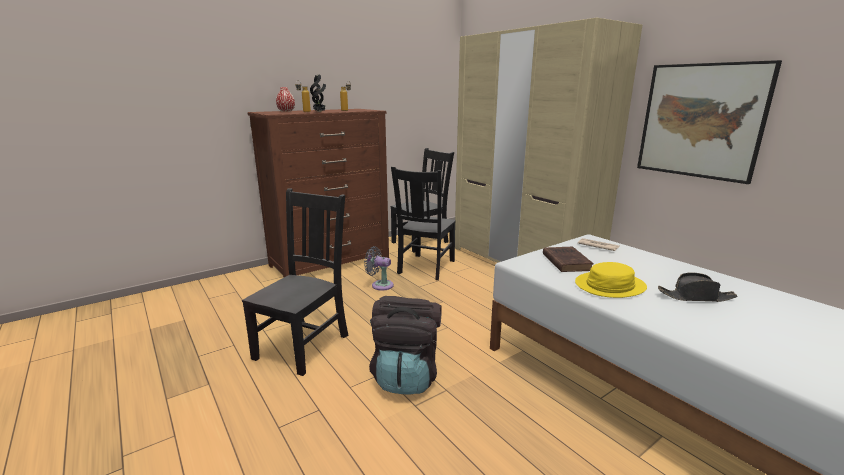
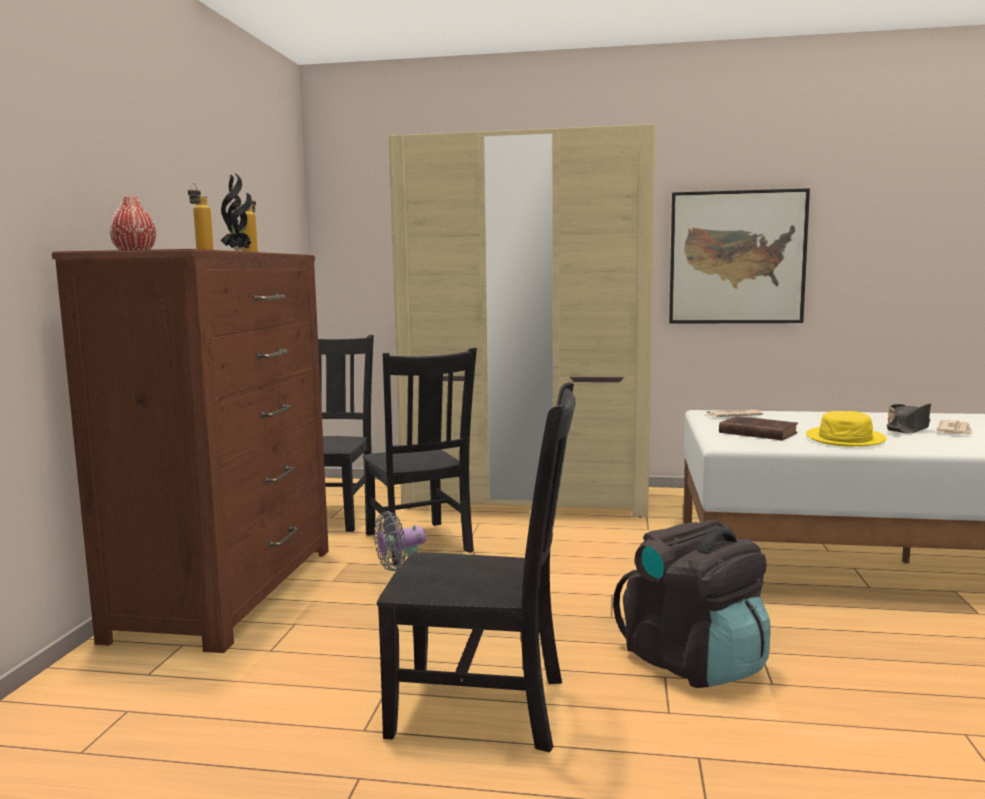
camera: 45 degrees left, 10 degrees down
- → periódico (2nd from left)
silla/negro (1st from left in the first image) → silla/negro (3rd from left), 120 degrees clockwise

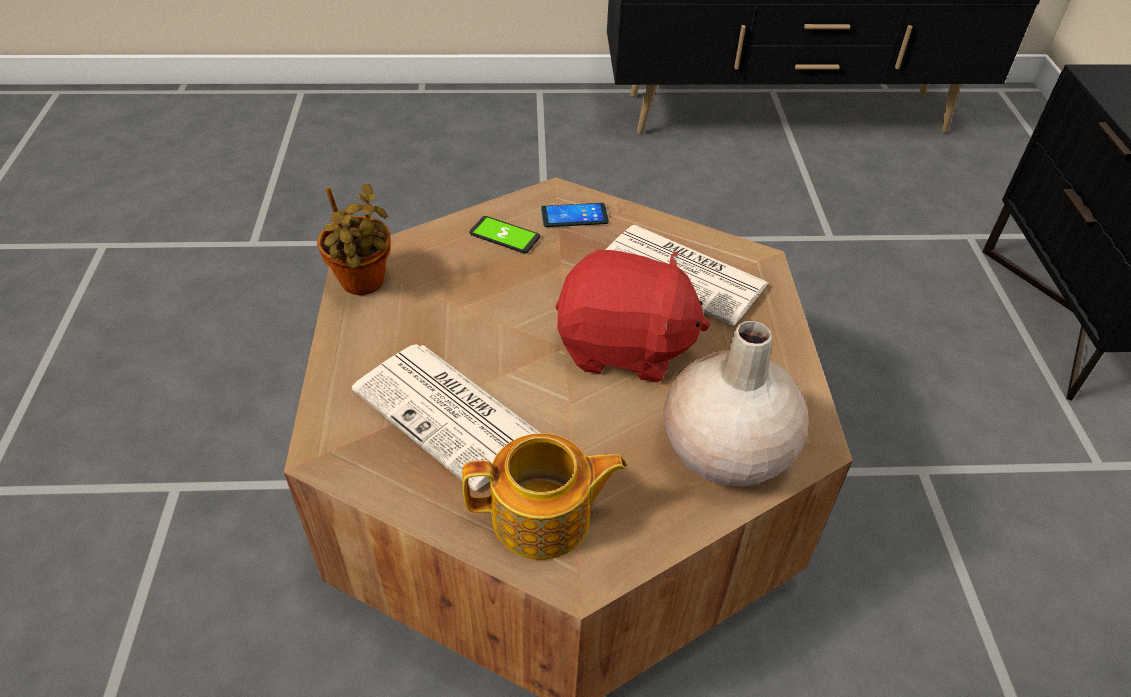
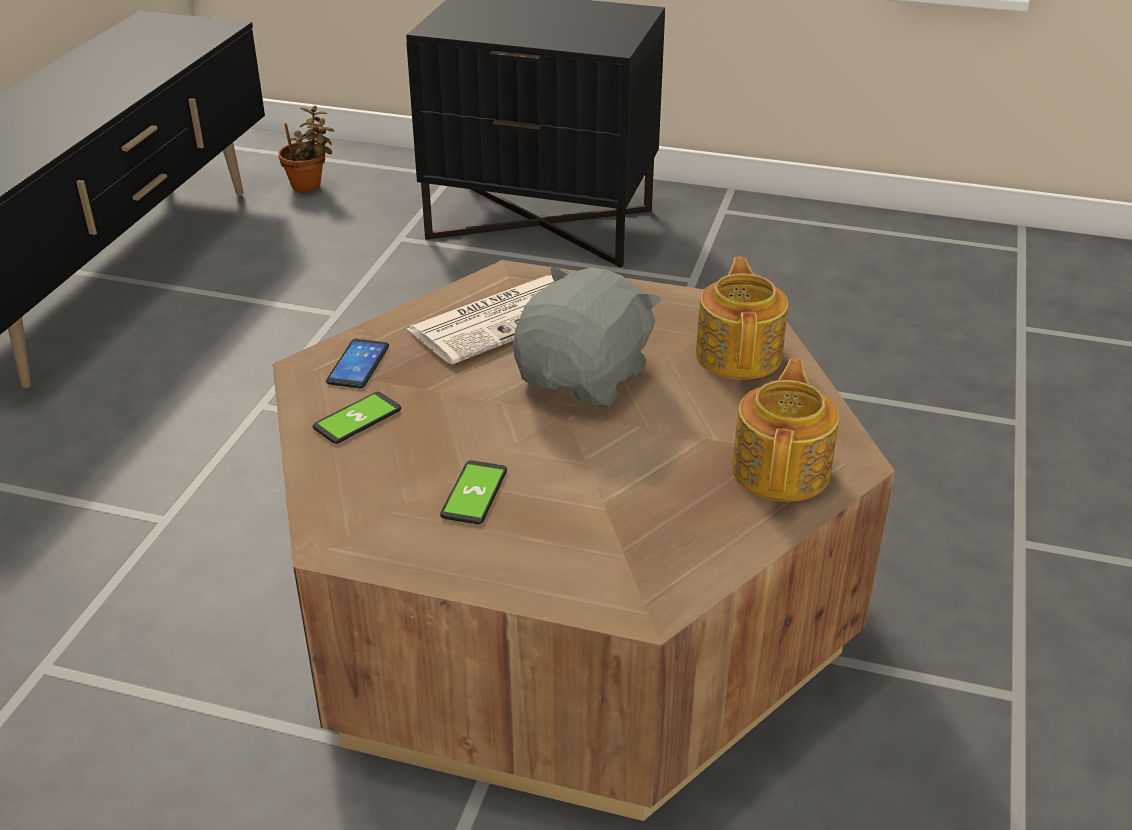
camera: 70 degrees left, 10 degrees down
periódico (1st from left) → -
- → móvil (3rd from left)
planta en maceta, move
florero/beis → tetera (1st from left)
peluche/rojo → peluche/gris

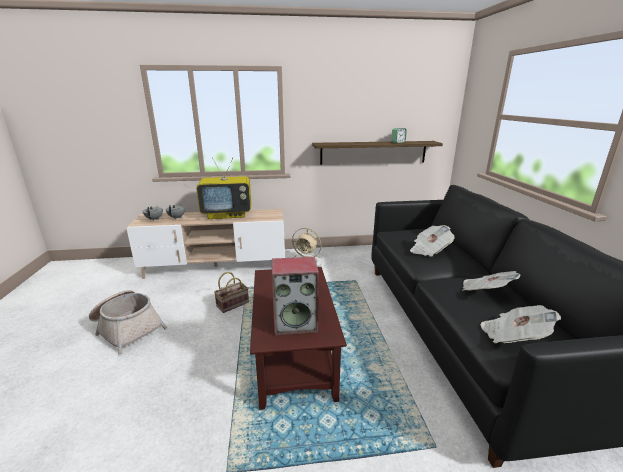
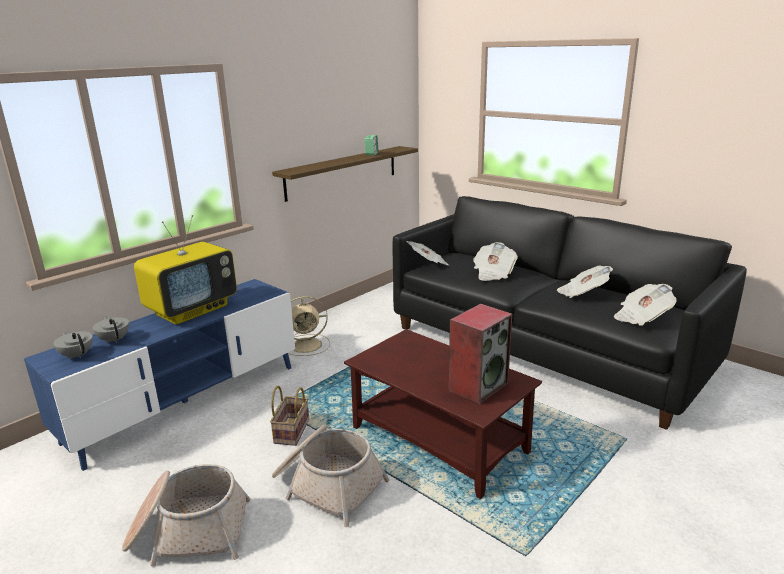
camera: 40 degrees left, 0 degrees up
- → cesta (3rd from left)
- → periódico (1st from left)
mueble de televisión/beis → mueble de televisión/azul

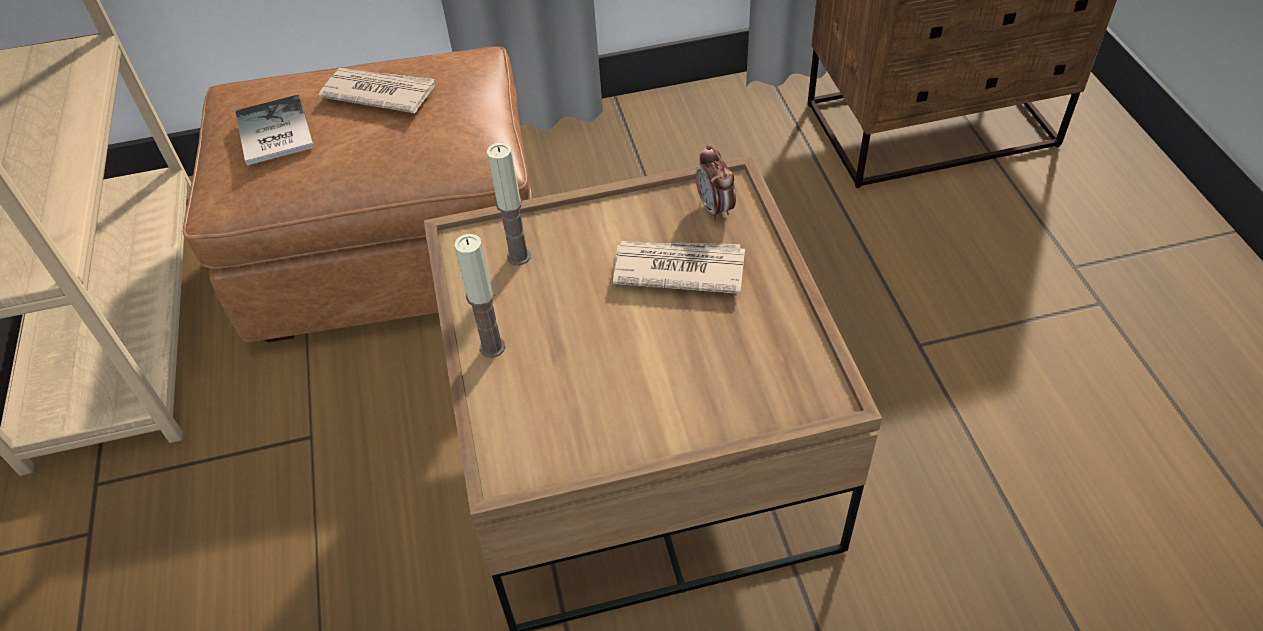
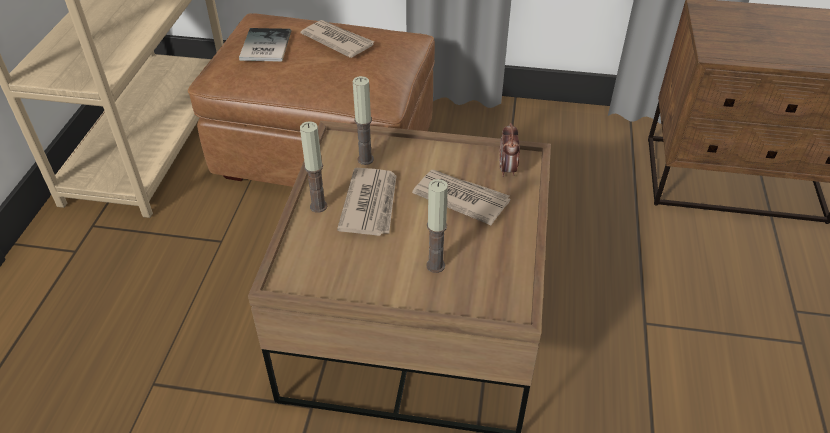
camera: 20 degrees right, 5 degrees down
- → periódico (2nd from left)
- → vela (3rd from left)

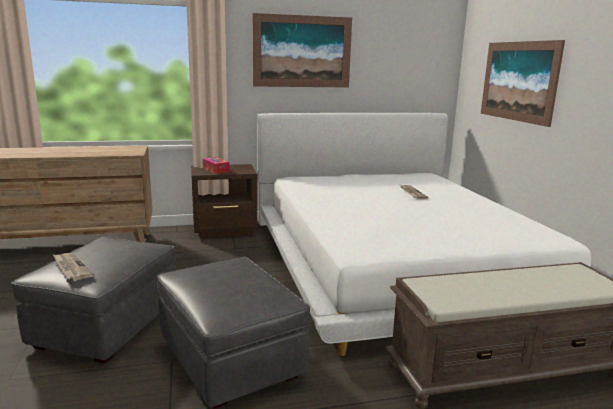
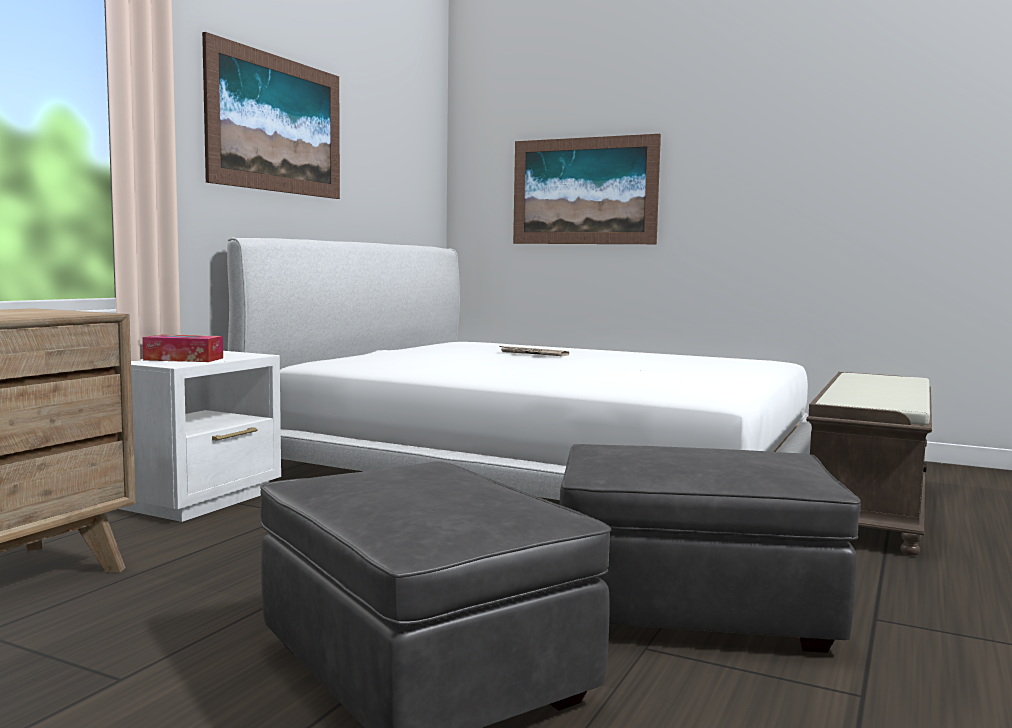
camera: 50 degrees left, 10 degrees down
periódico (1st from left) → -
mesita de noche/marrón → mesita de noche/blanco

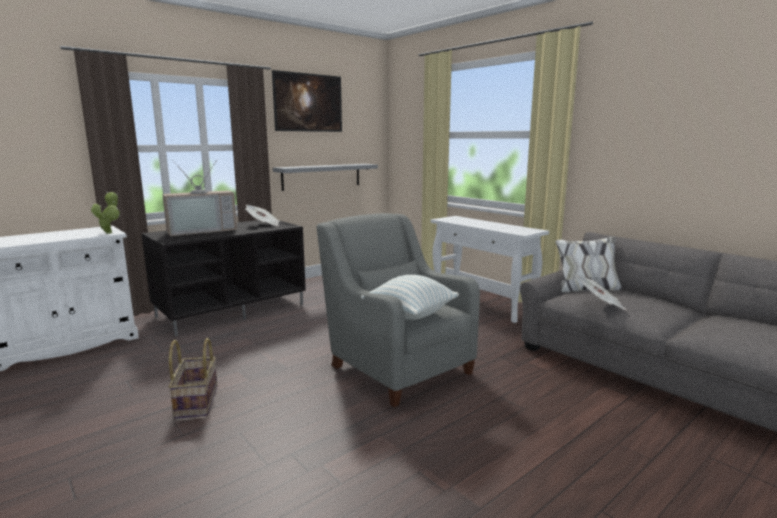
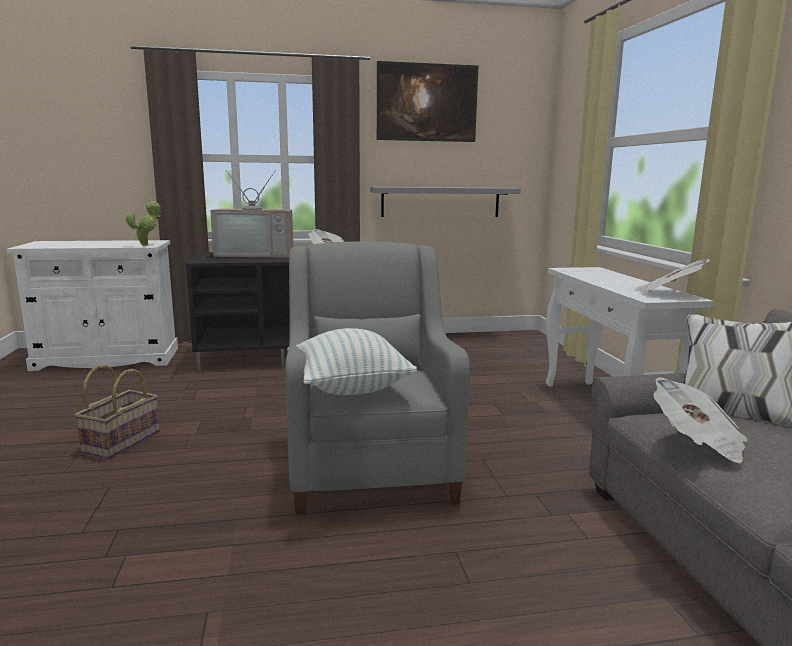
camera: 30 degrees right, 0 degrees up
- → periódico (2nd from left)

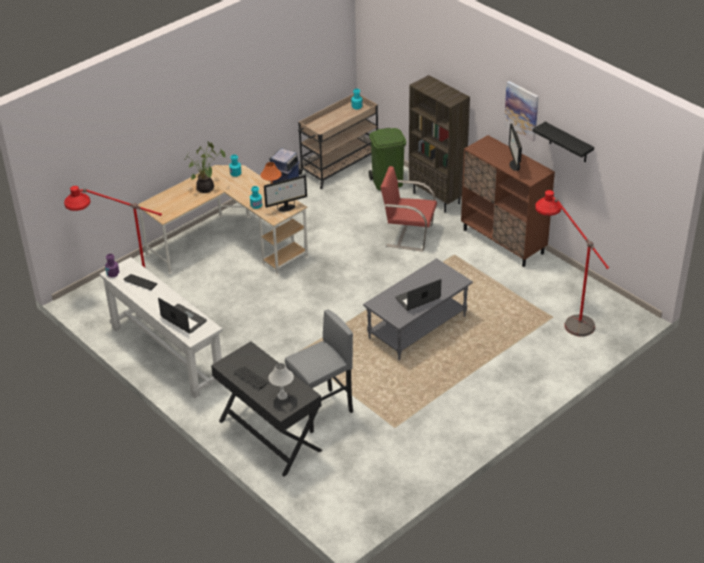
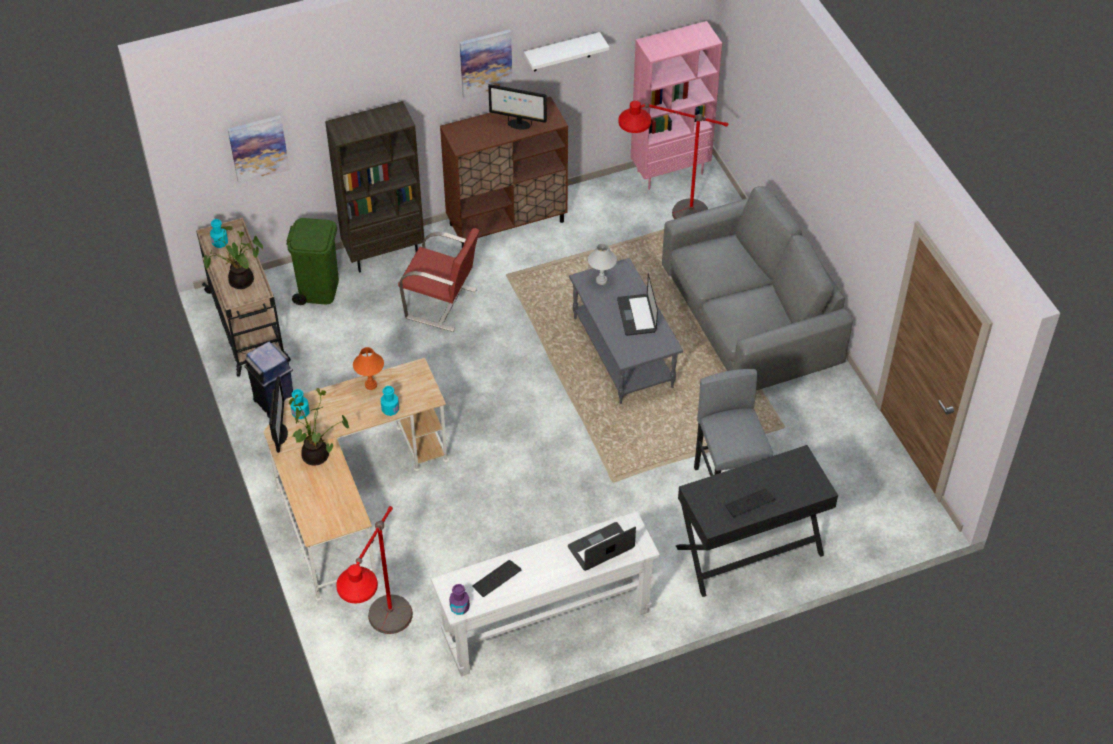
camera: 70 degrees left, 10 degrees up
- → planta en maceta (1st from left)
- → cuadro (1st from left)
- → estantería/rosa
- → sofá/gris
monitor (1st from left), move
lámpara de mesa/blanco, move
estante/negro → estante/blanco
silla/rojo, 105 degrees counterclockwise

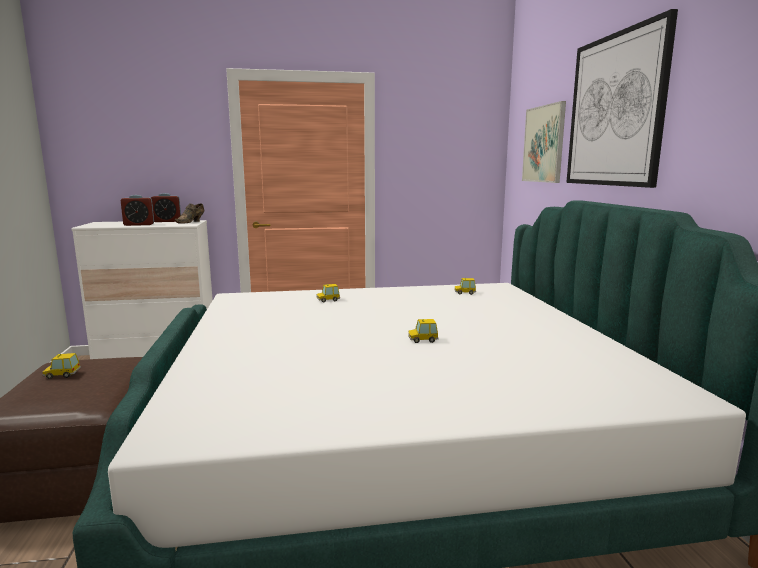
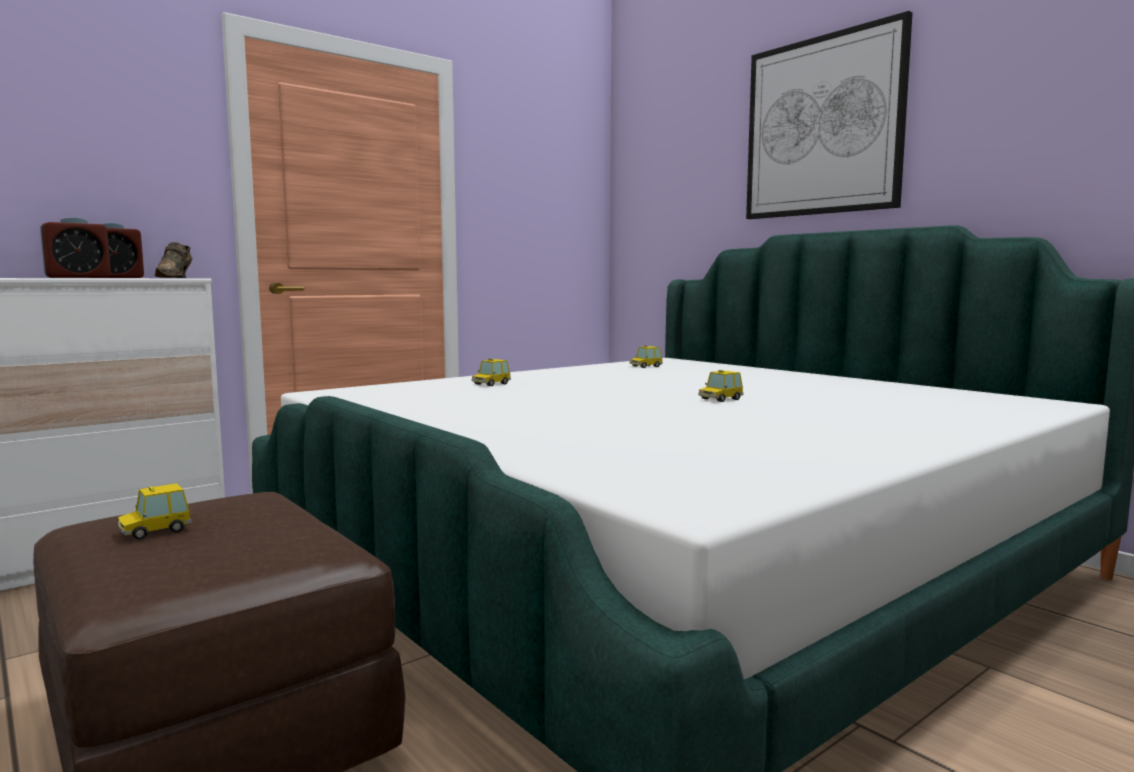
camera: 30 degrees left, 5 degrees down
cuadro (1st from left) → -

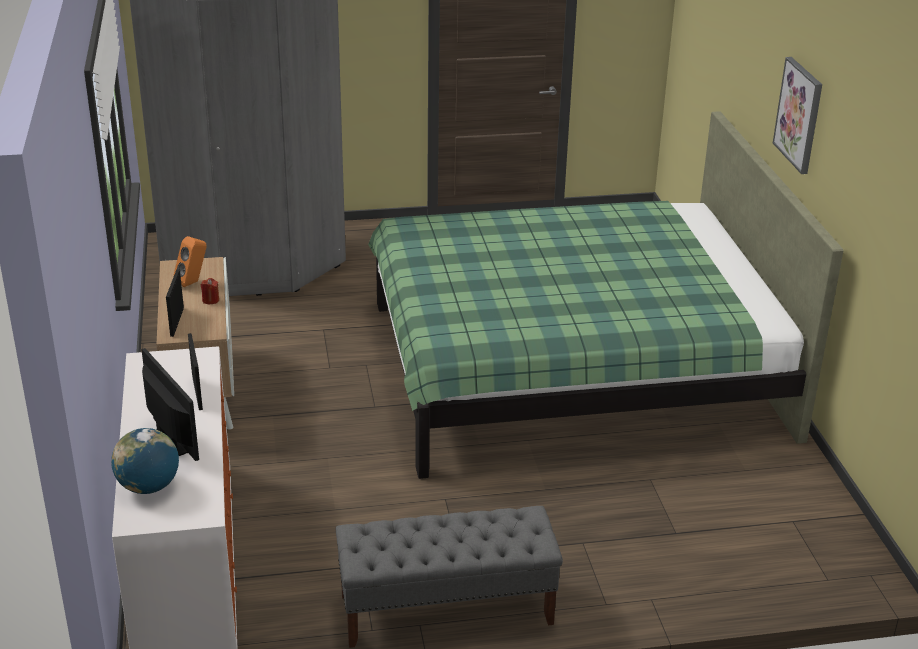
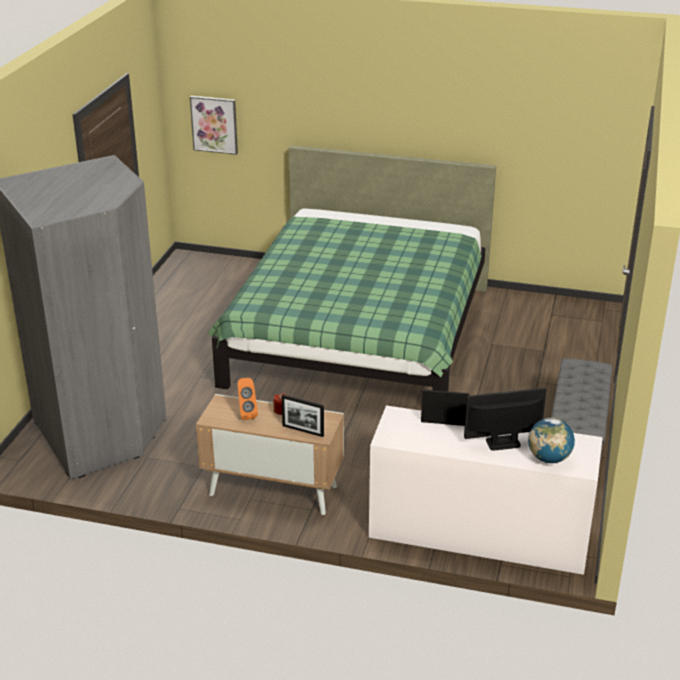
camera: 65 degrees left, 0 degrees up
cuadro, move

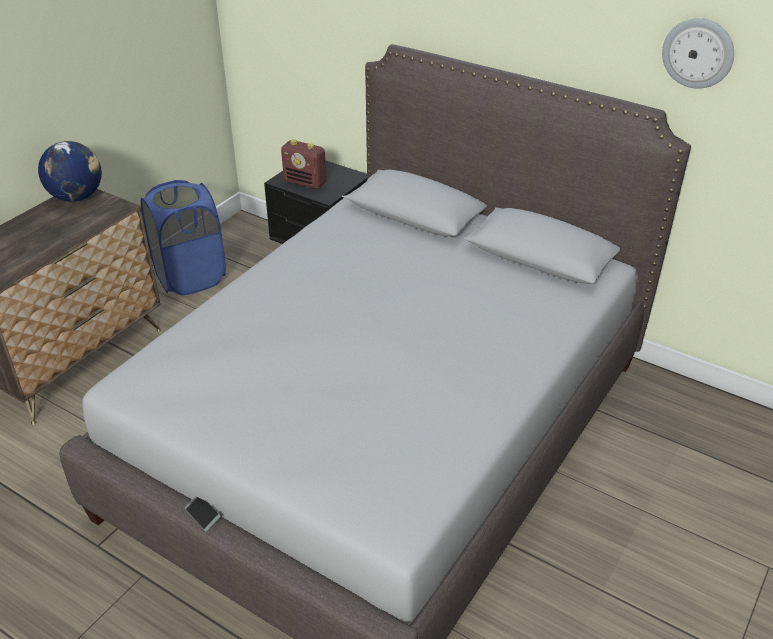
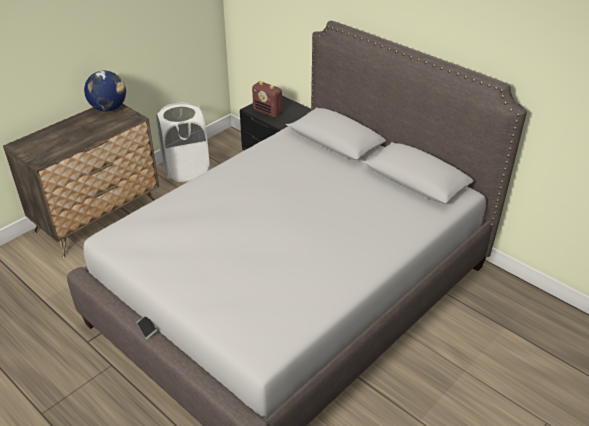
camera: 10 degrees right, 0 degrees up
reloj de pared → -
cesto de la ropa/azul → cesto de la ropa/blanco

